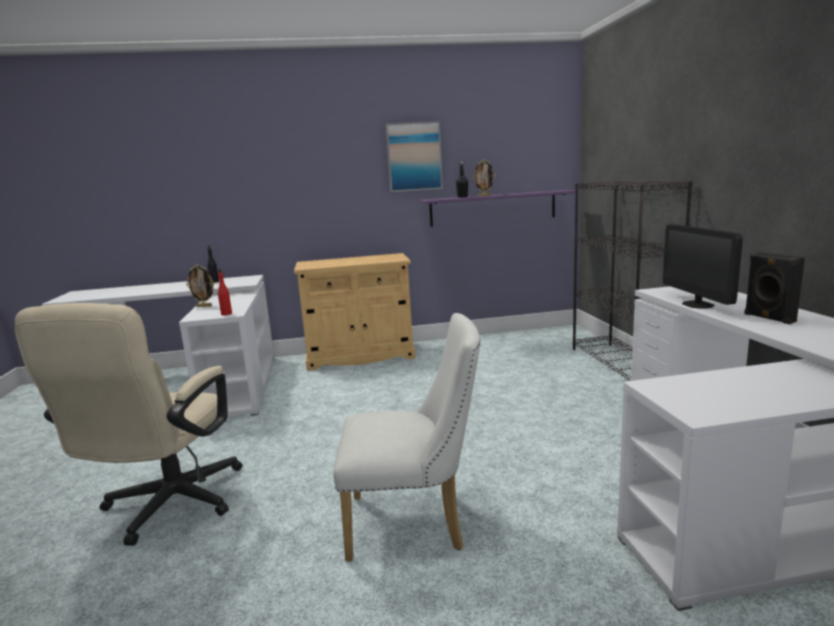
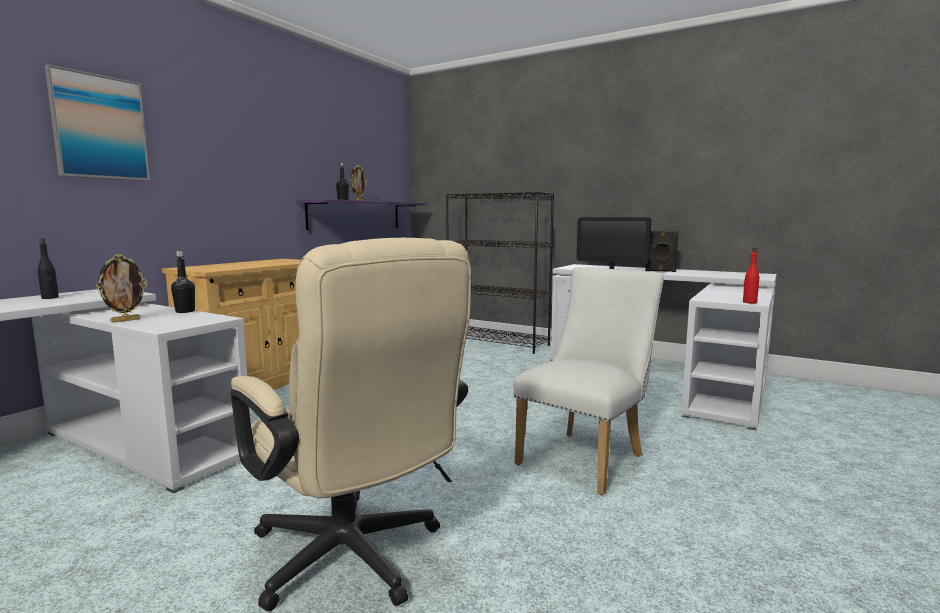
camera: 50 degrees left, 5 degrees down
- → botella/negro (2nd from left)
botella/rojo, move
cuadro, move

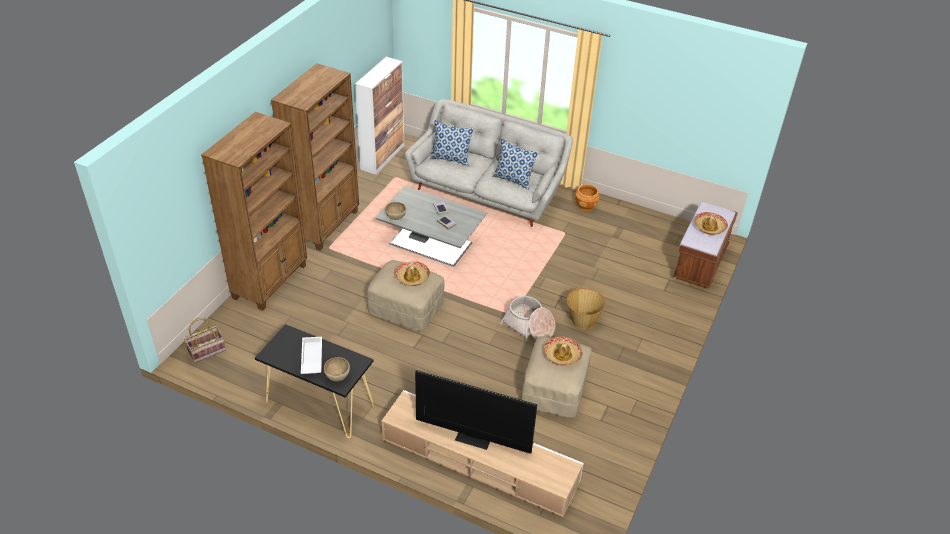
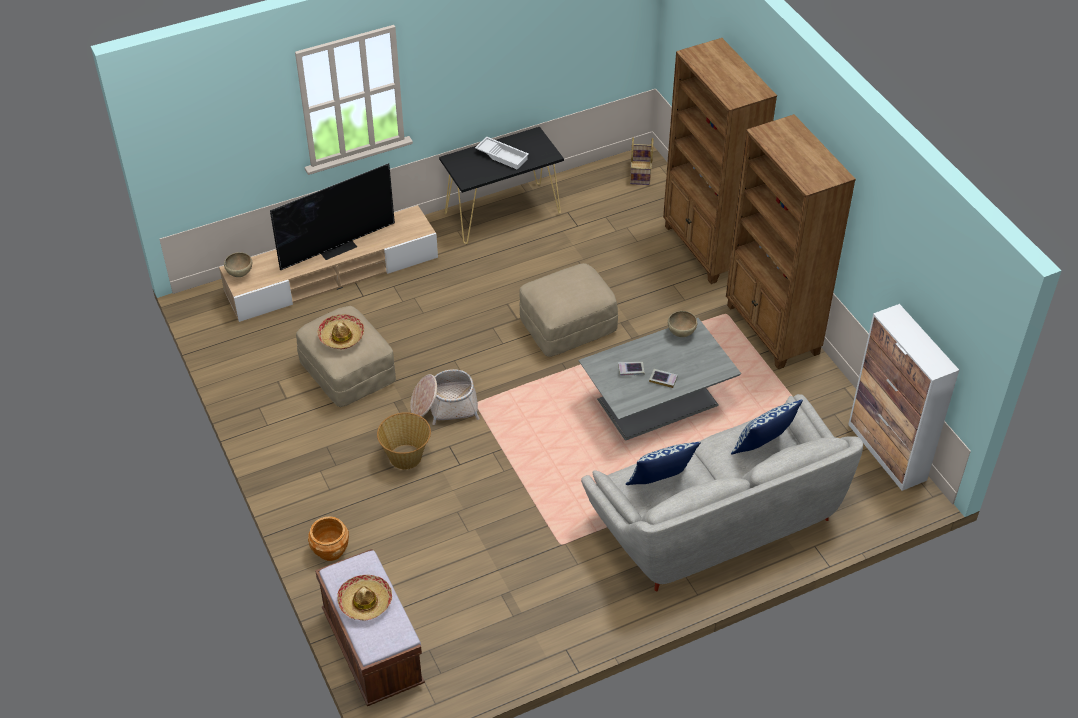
camera: 130 degrees right, 5 degrees up
sombrero (1st from left) → -
cuenco/marrón (1st from left), move
maceta/marrón, move

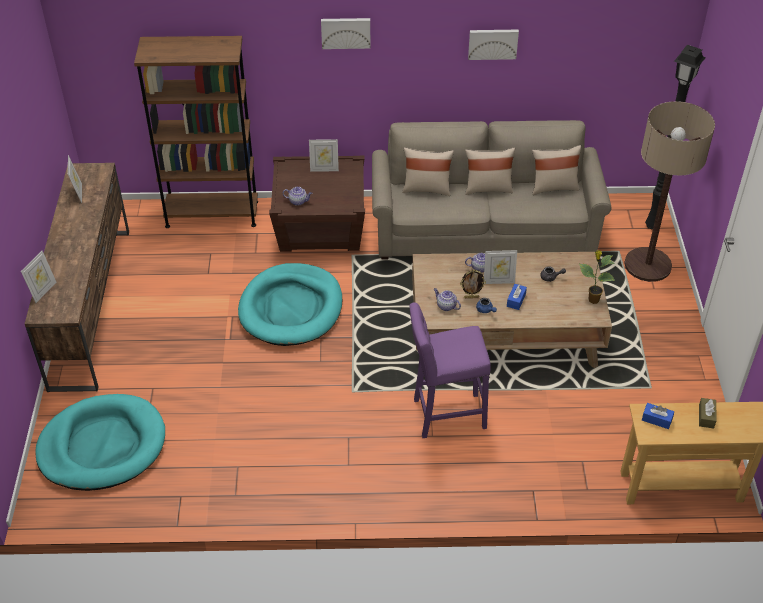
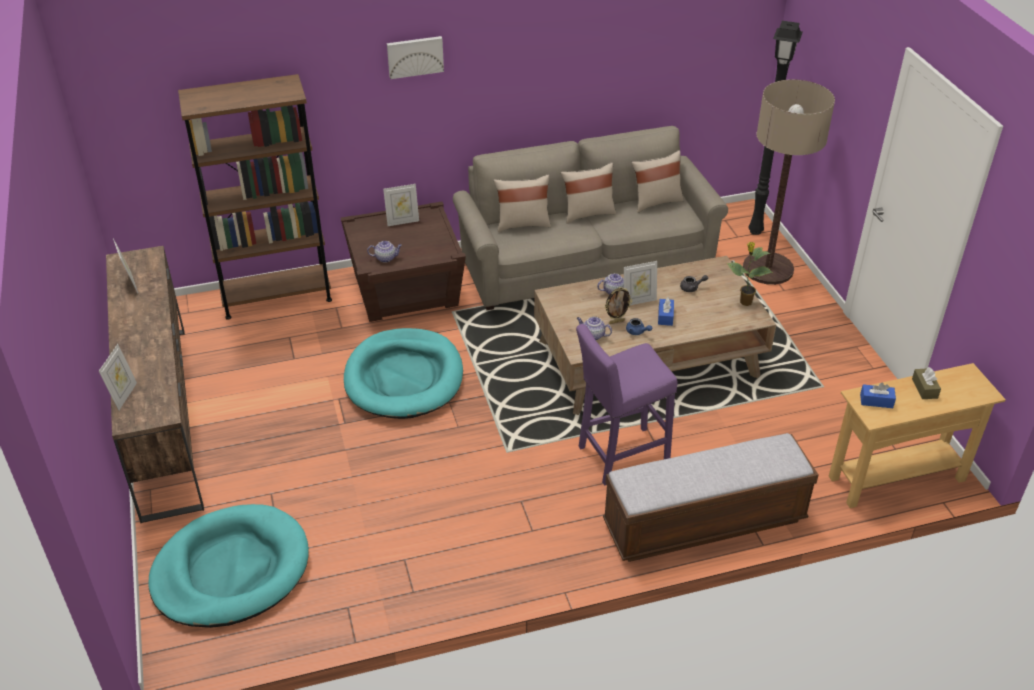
camera: 15 degrees left, 5 degrees down
cuadro (2nd from left) → -
- → banco

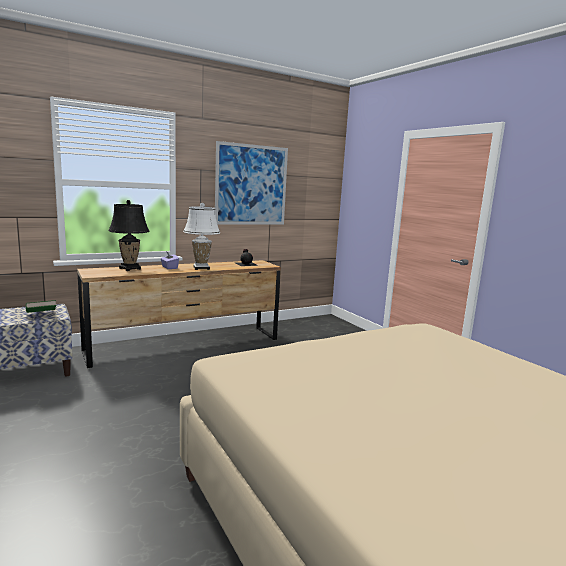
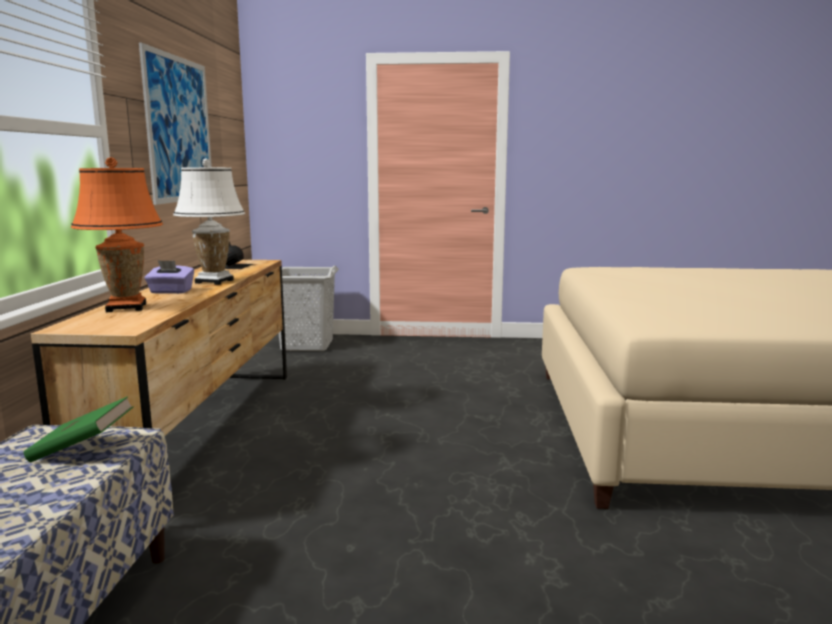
camera: 55 degrees left, 0 degrees up
- → cesto de la ropa/gris
lámpara de mesa/negro → lámpara de mesa/naranja

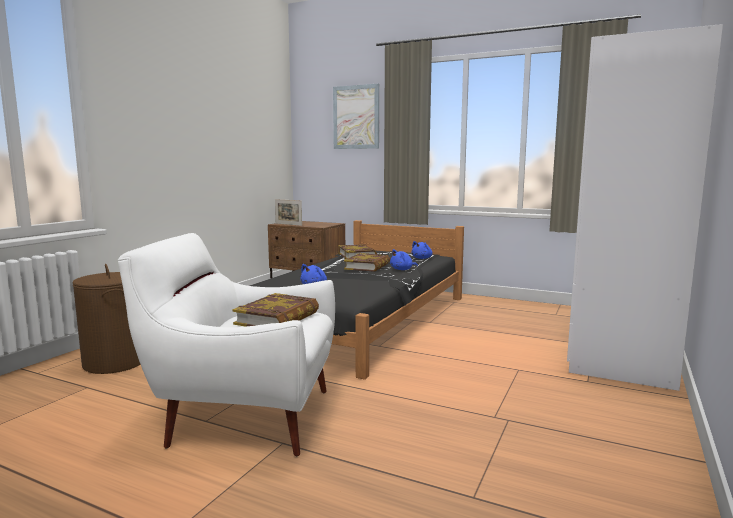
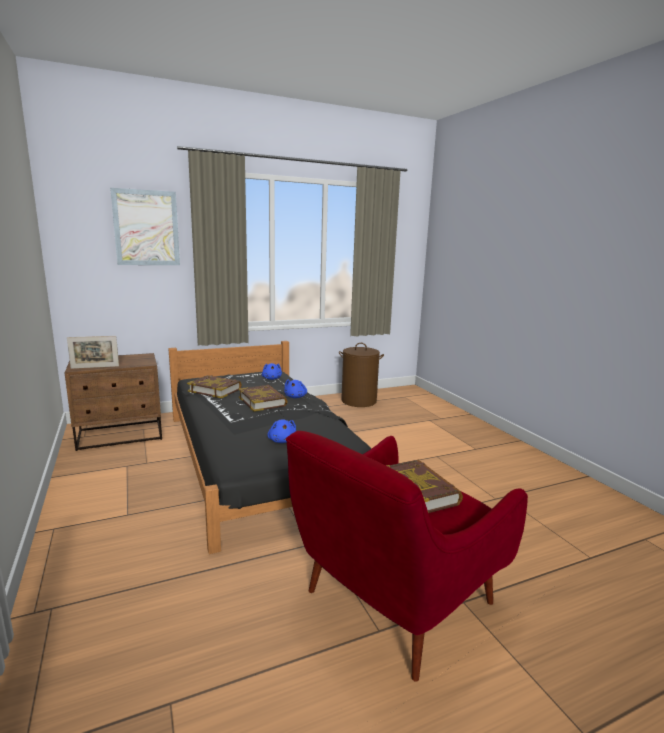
camera: 50 degrees left, 5 degrees up
armario ropero/blanco → -
cesto de la ropa/marrón, move
sillón/blanco → sillón/rojo

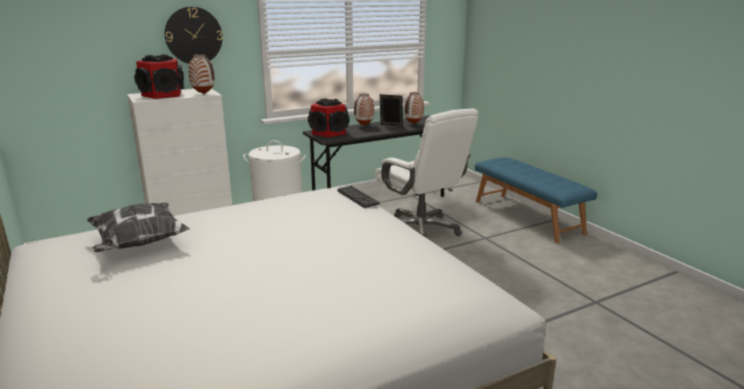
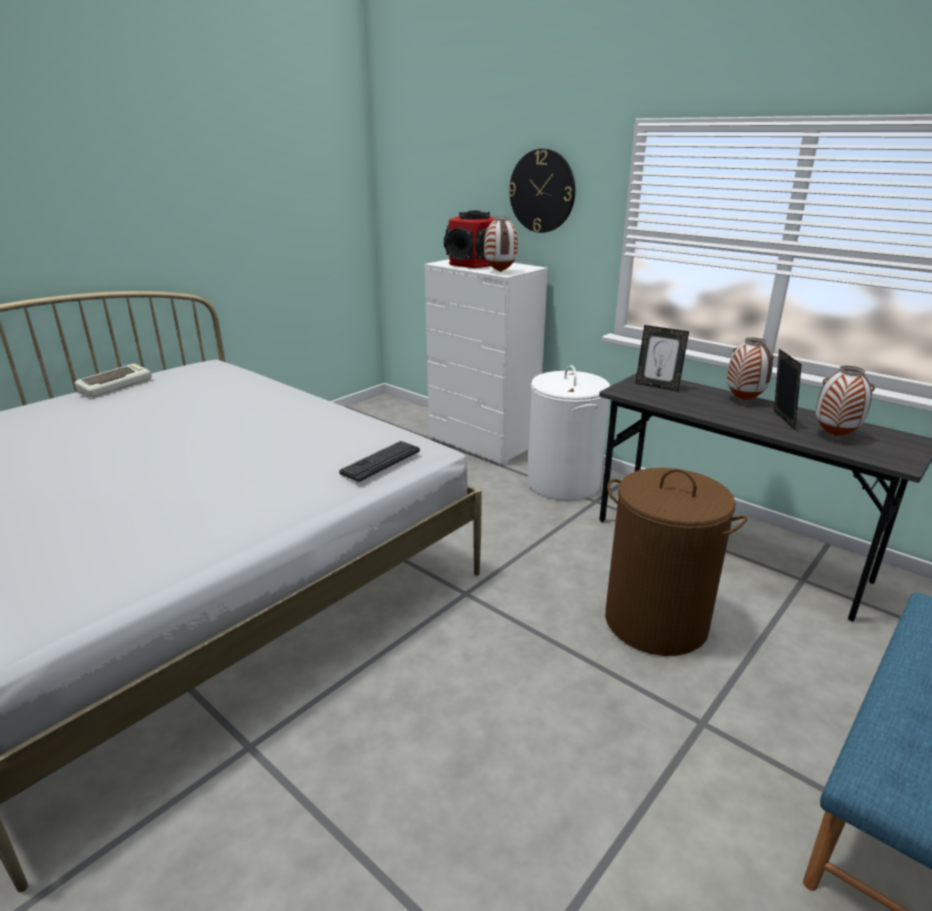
camera: 70 degrees right, 5 degrees up
cojín → -
- → teclado (1st from left)
altavoz (2nd from left) → portarretratos (1st from left)
silla de oficina/blanco → cesto de la ropa/marrón

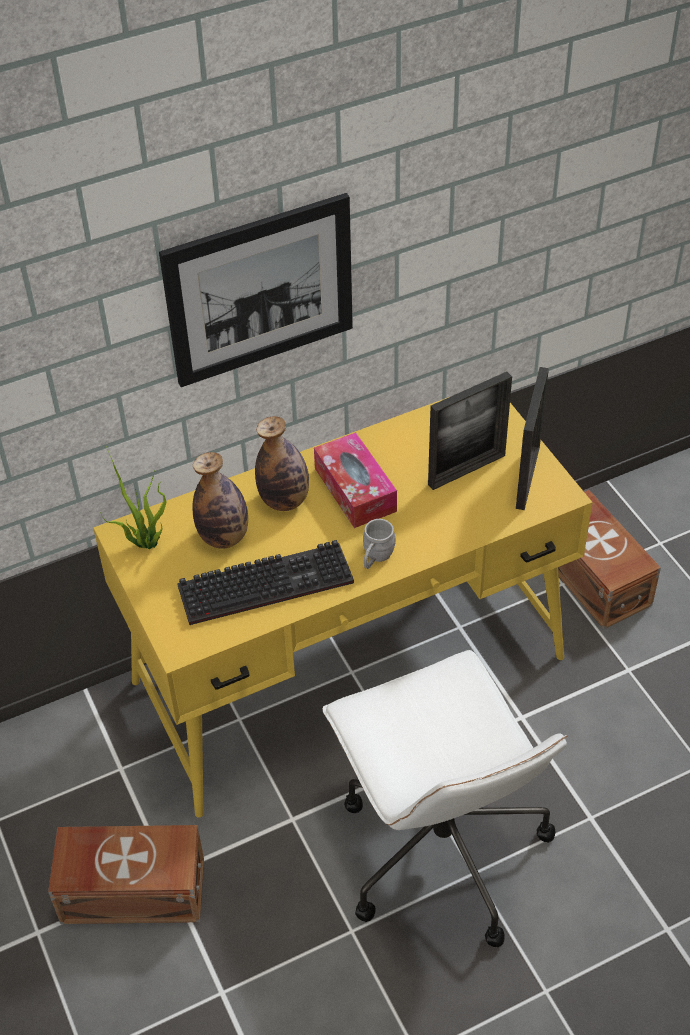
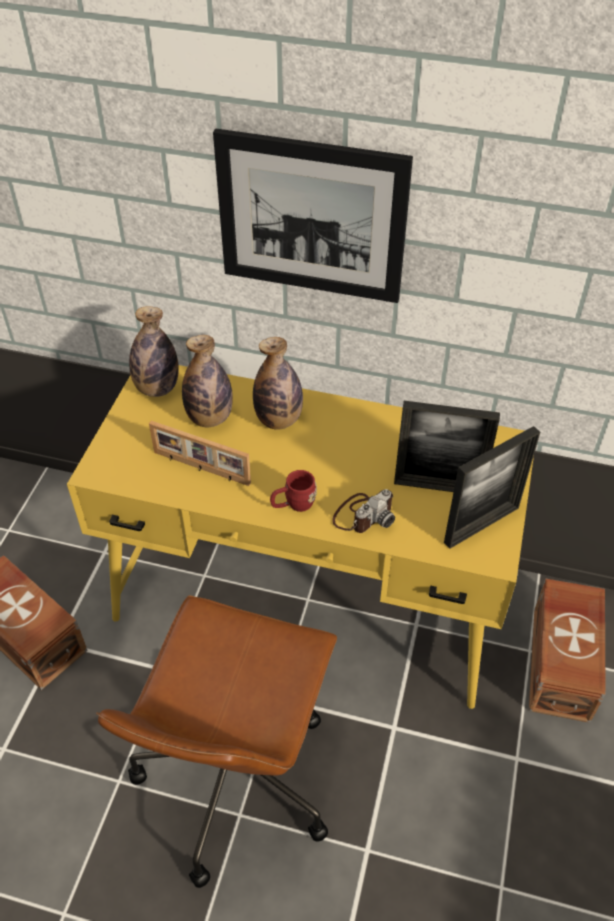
camera: 40 degrees right, 0 degrees up
caja de pañuelos → -
- → cámara
planta en maceta → botella (1st from left)
teclado → portarretratos (1st from left)
silla de oficina/blanco → silla de oficina/marrón
taza grande/gris → taza grande/rojo

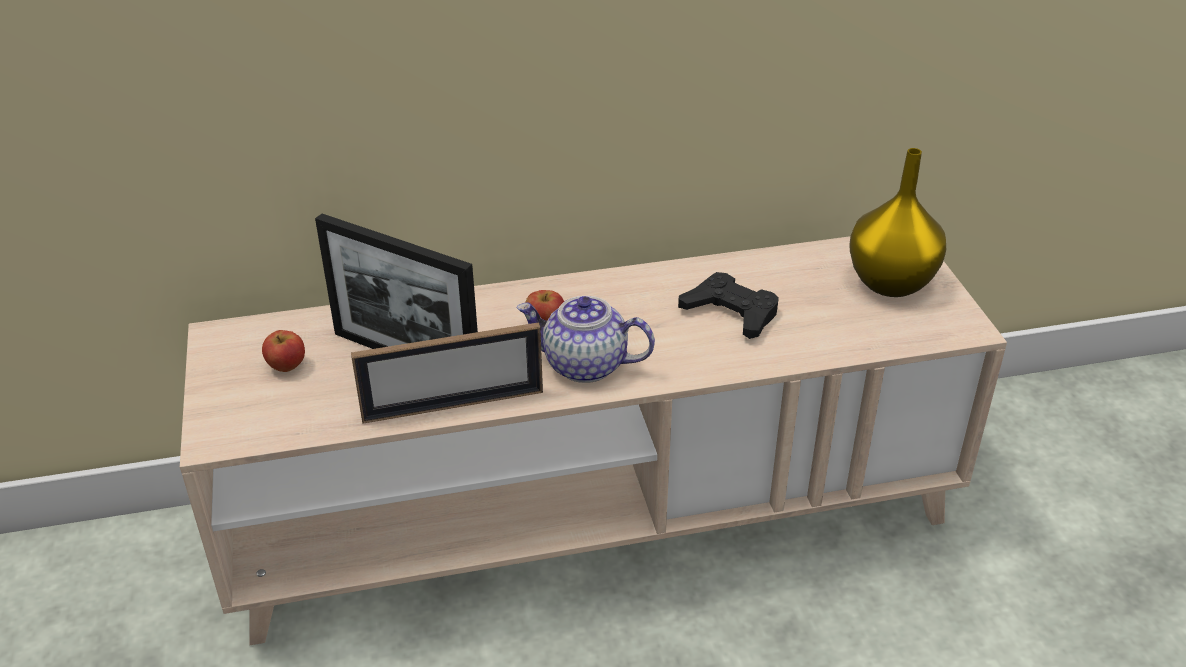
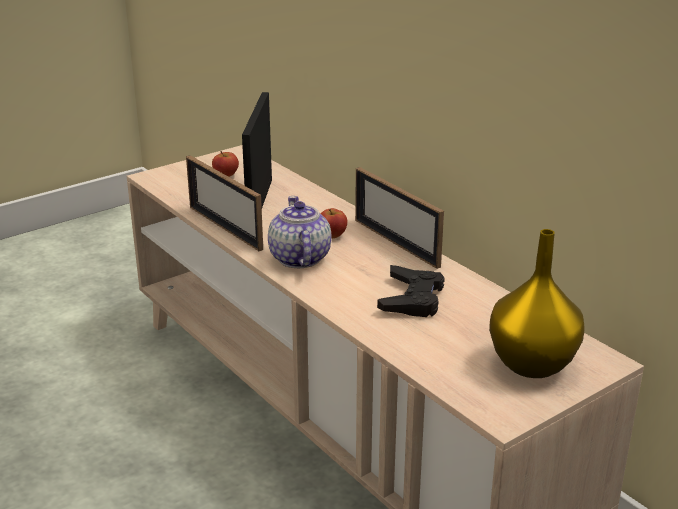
camera: 65 degrees right, 10 degrees down
- → portarretratos (3rd from left)

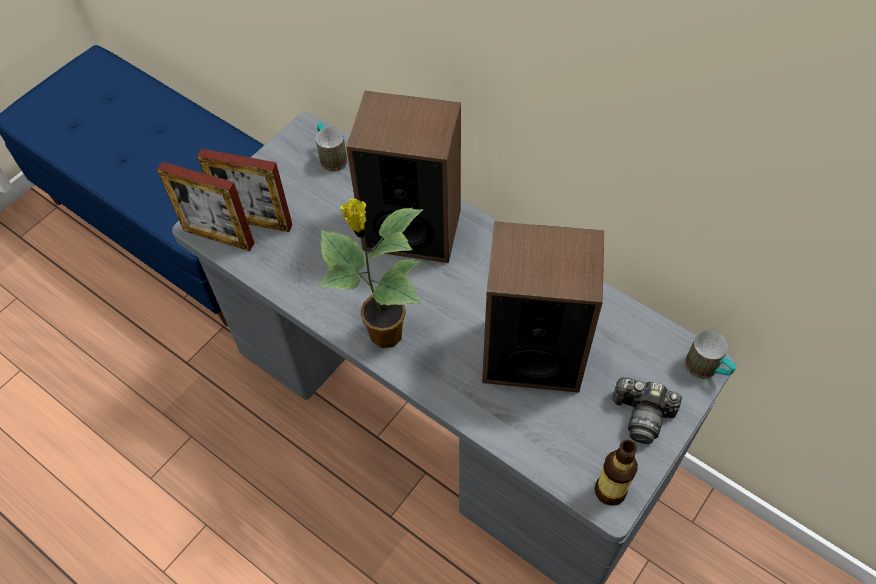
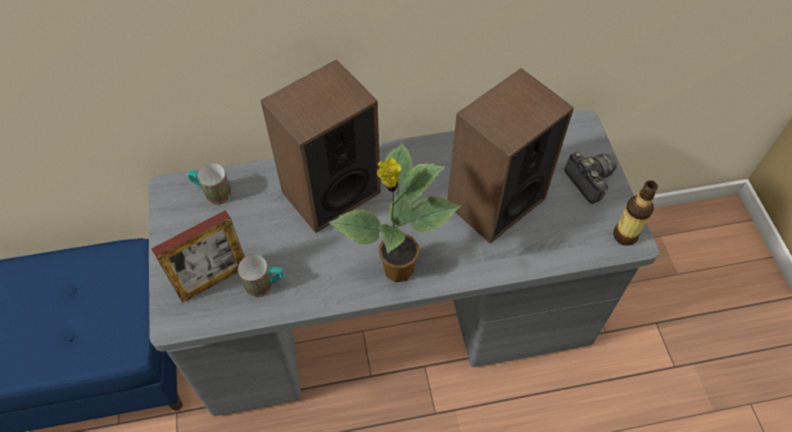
camera: 50 degrees left, 0 degrees up
portarretratos (1st from left) → -
taza grande (2nd from left), move
cámara, 90 degrees counterclockwise

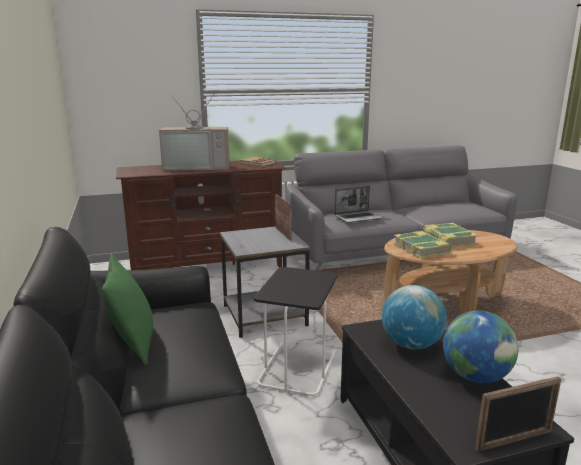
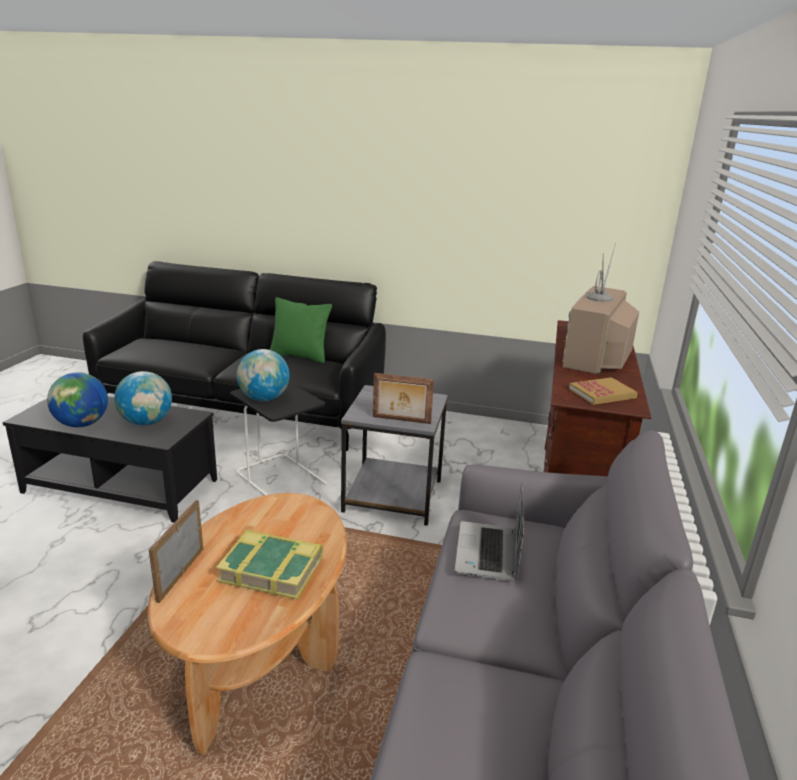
camera: 120 degrees right, 5 degrees up
libro (2nd from left) → -
- → globo terráqueo (3rd from left)
portarretratos (2nd from left in the first image) → portarretratos (1st from left), move

